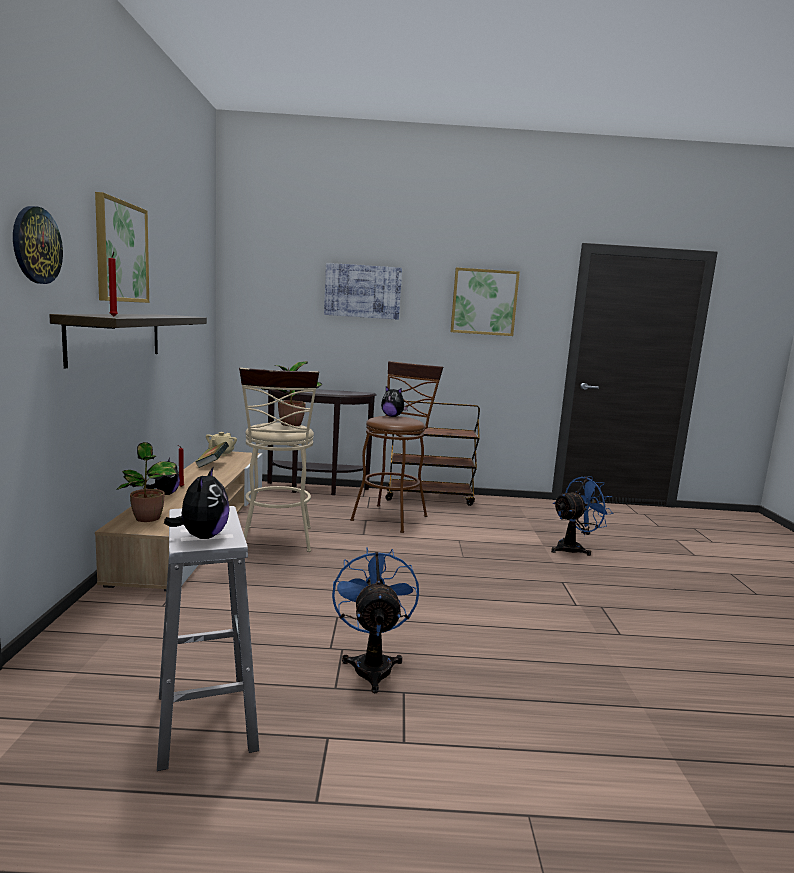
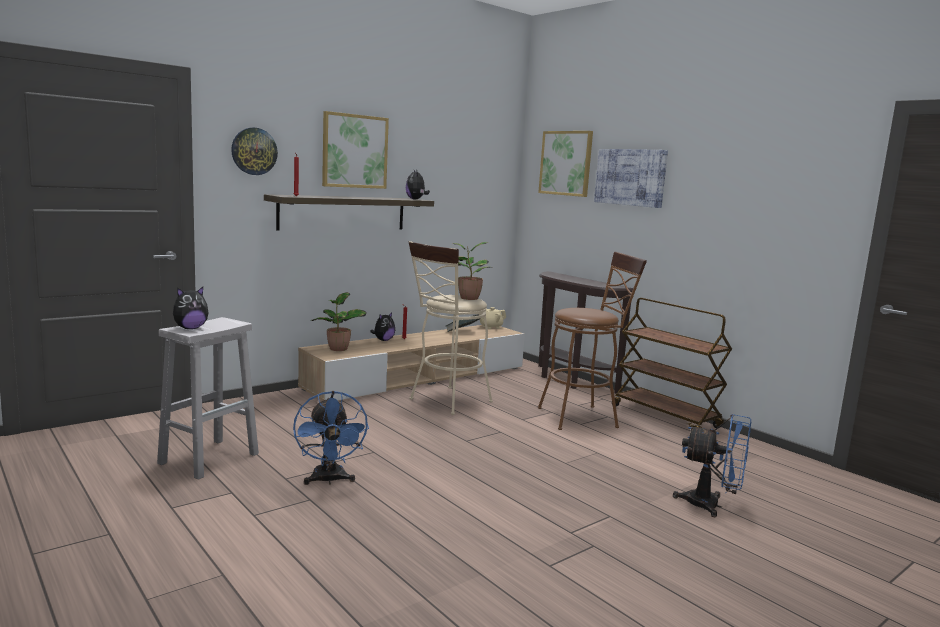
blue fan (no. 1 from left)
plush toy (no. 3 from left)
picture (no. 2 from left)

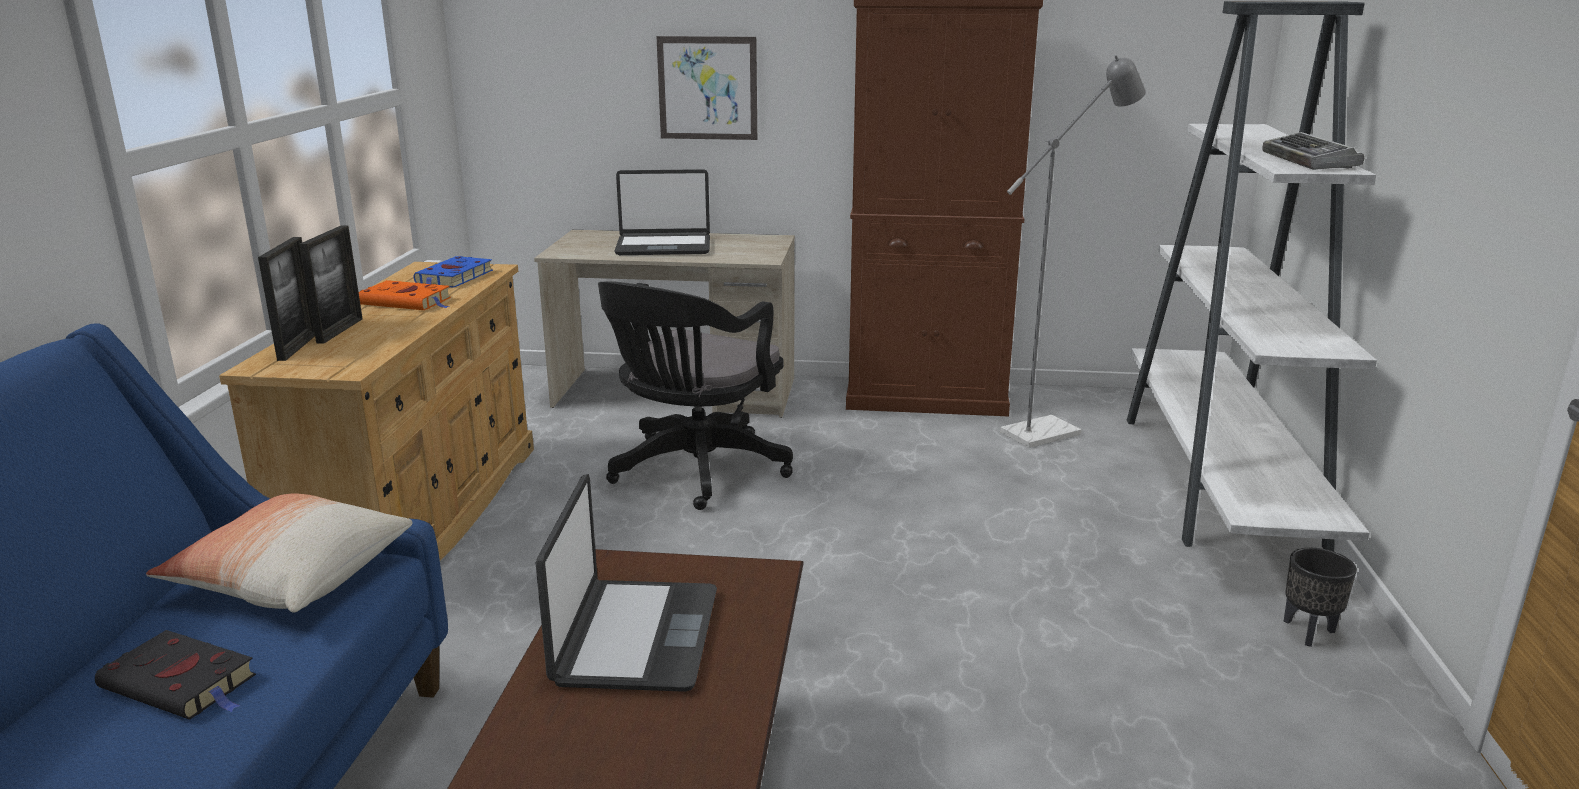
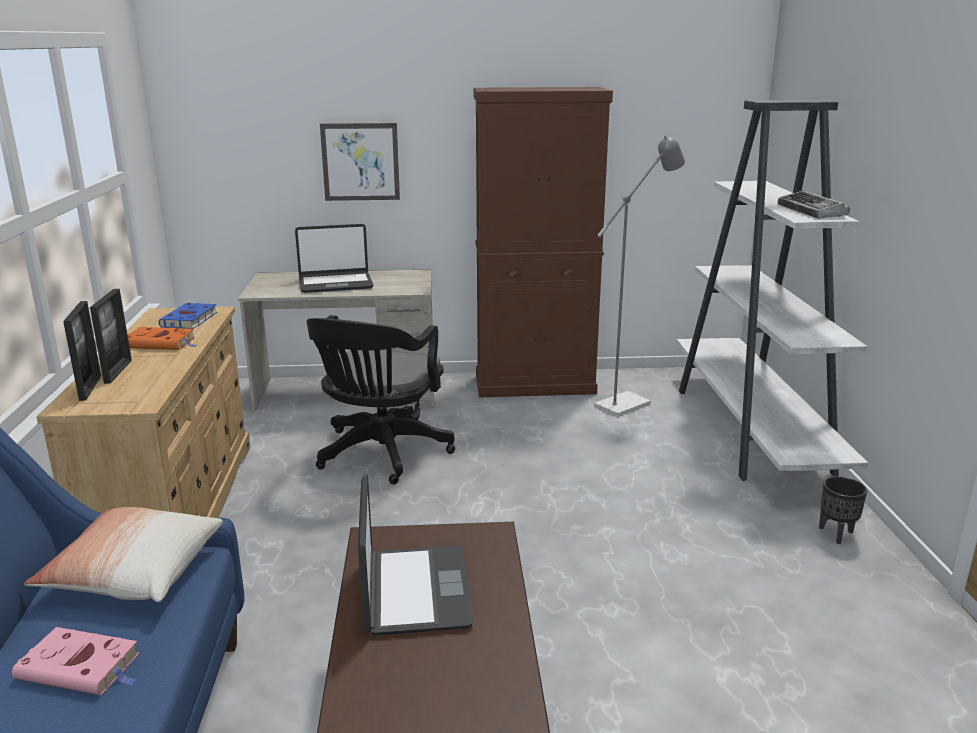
pink book

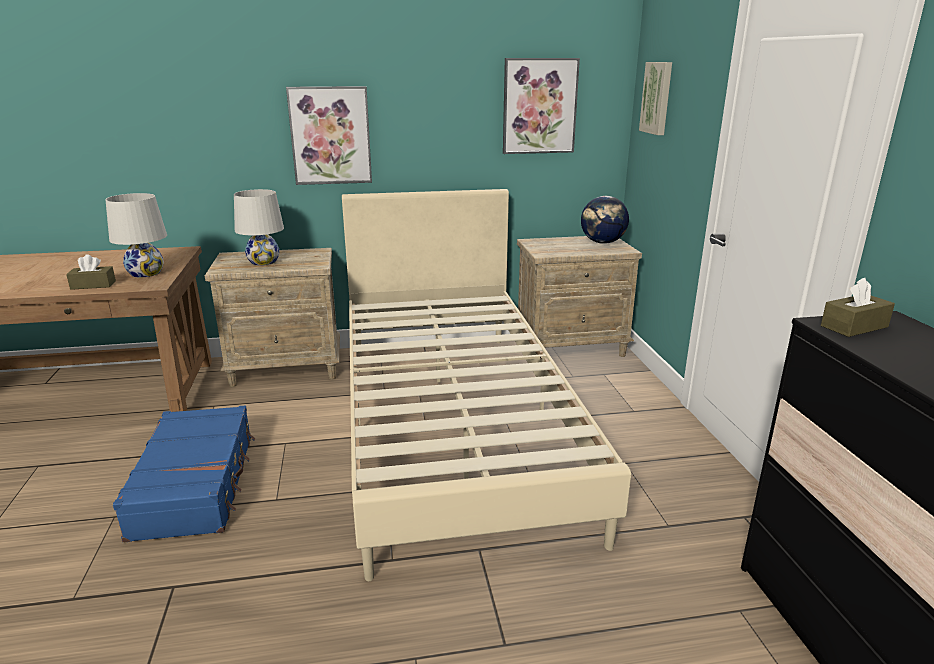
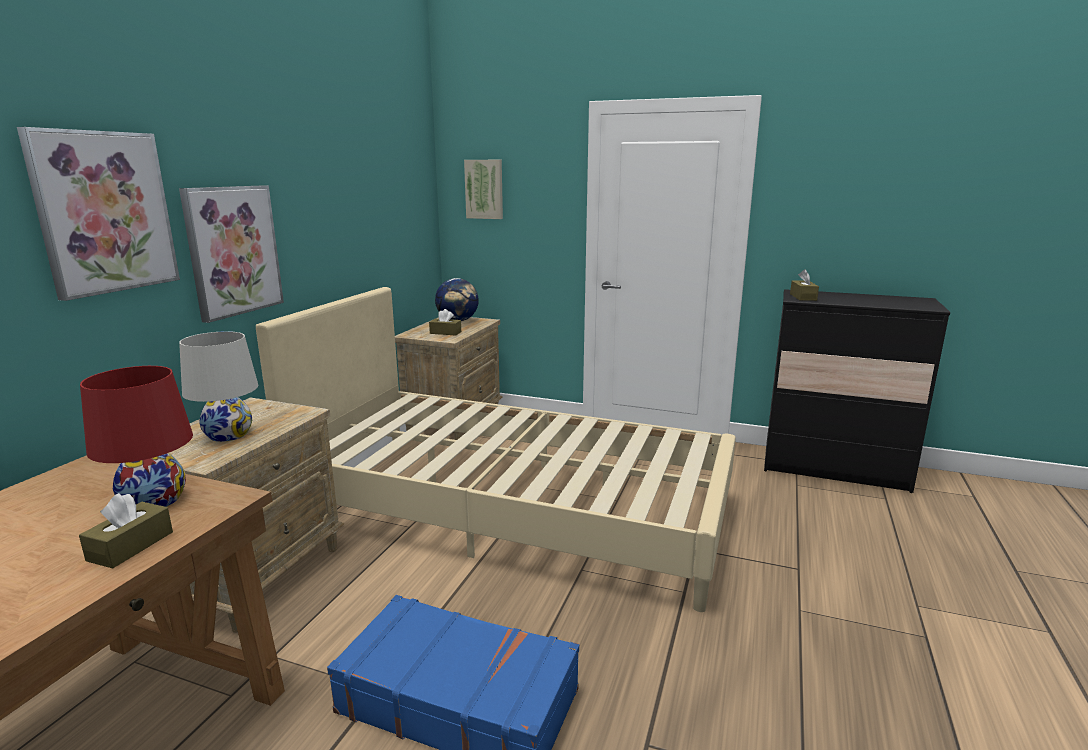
red table lamp
picture (no. 1 from left)
brown tissue box (no. 2 from left)

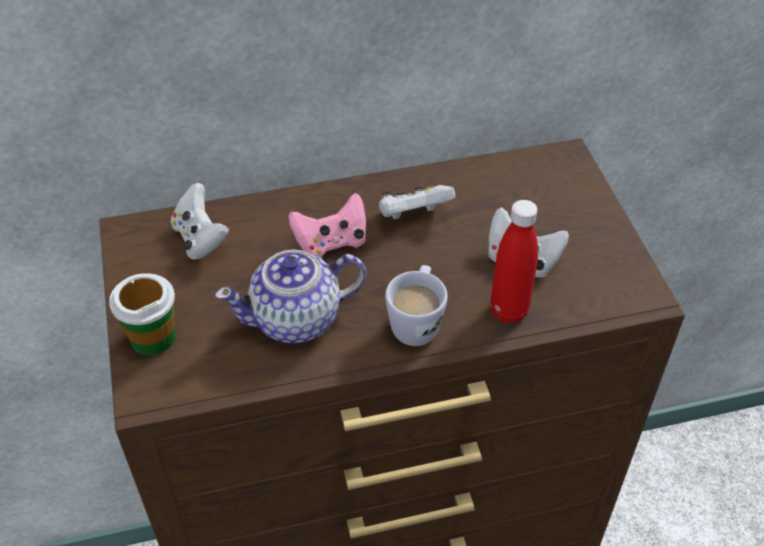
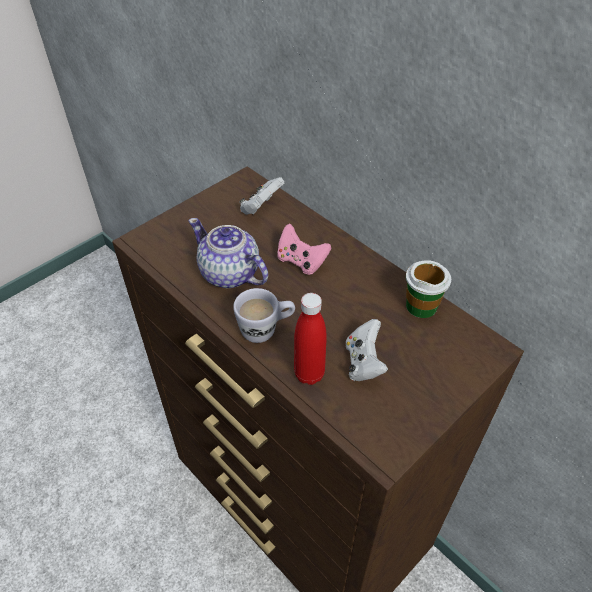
cup
white game controller (no. 2 from left in the first image)

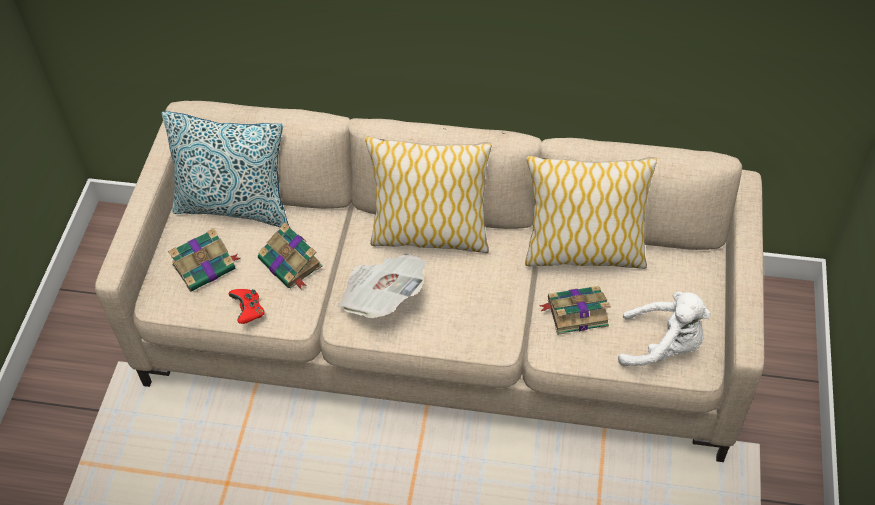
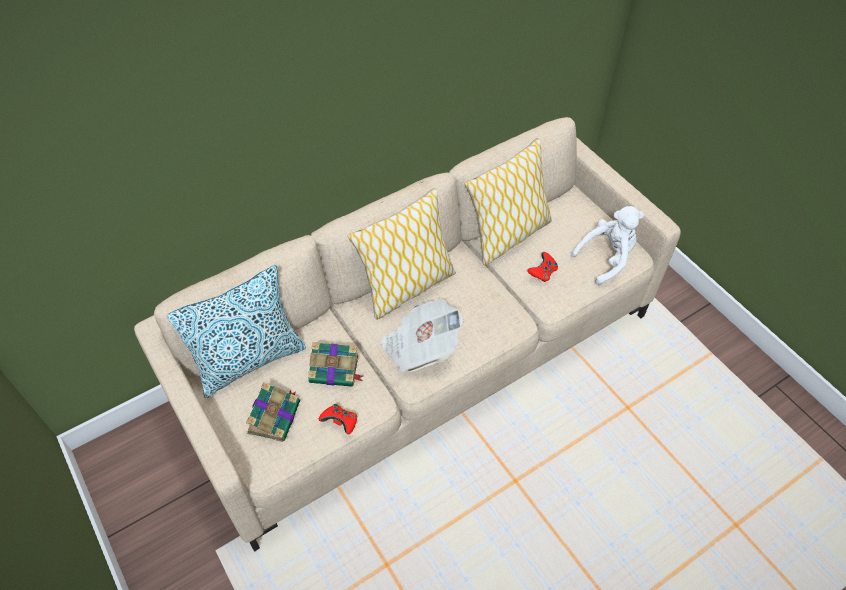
red game controller (no. 2 from left)

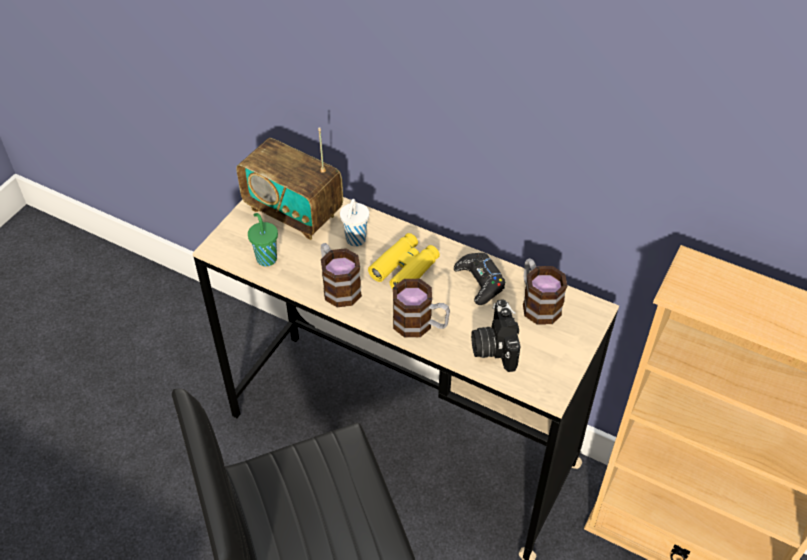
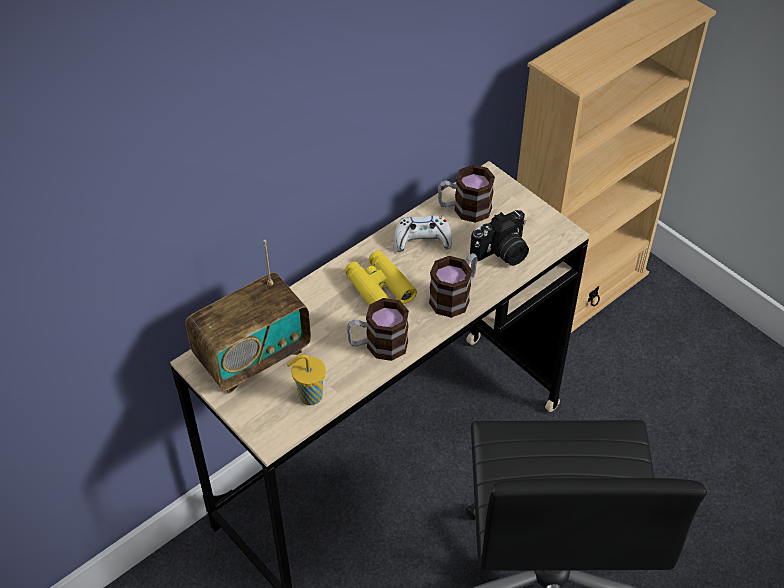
yellow cup
white cup
white game controller
photo camera

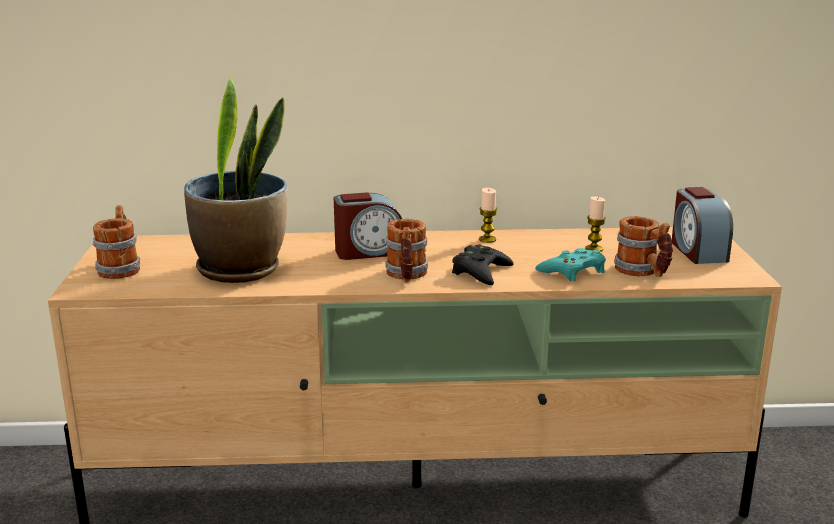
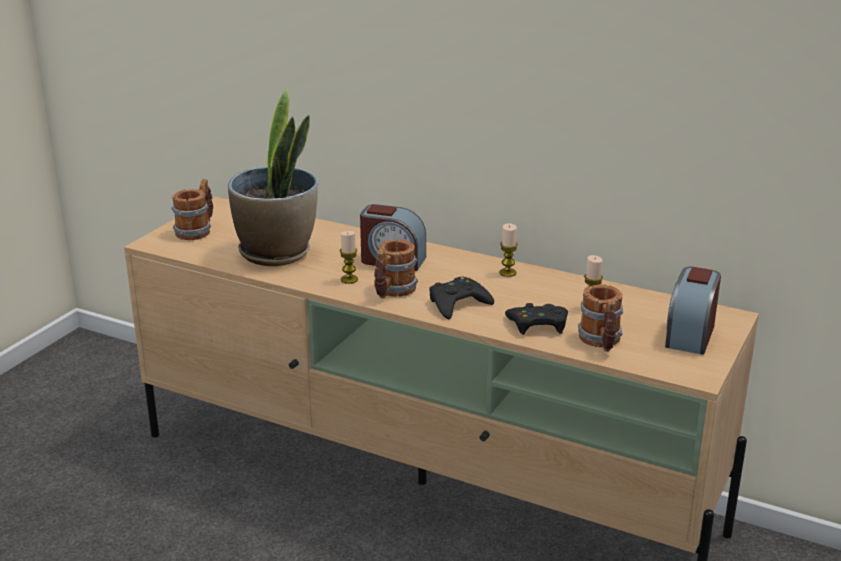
black game controller (no. 2 from left)
candle (no. 1 from left)

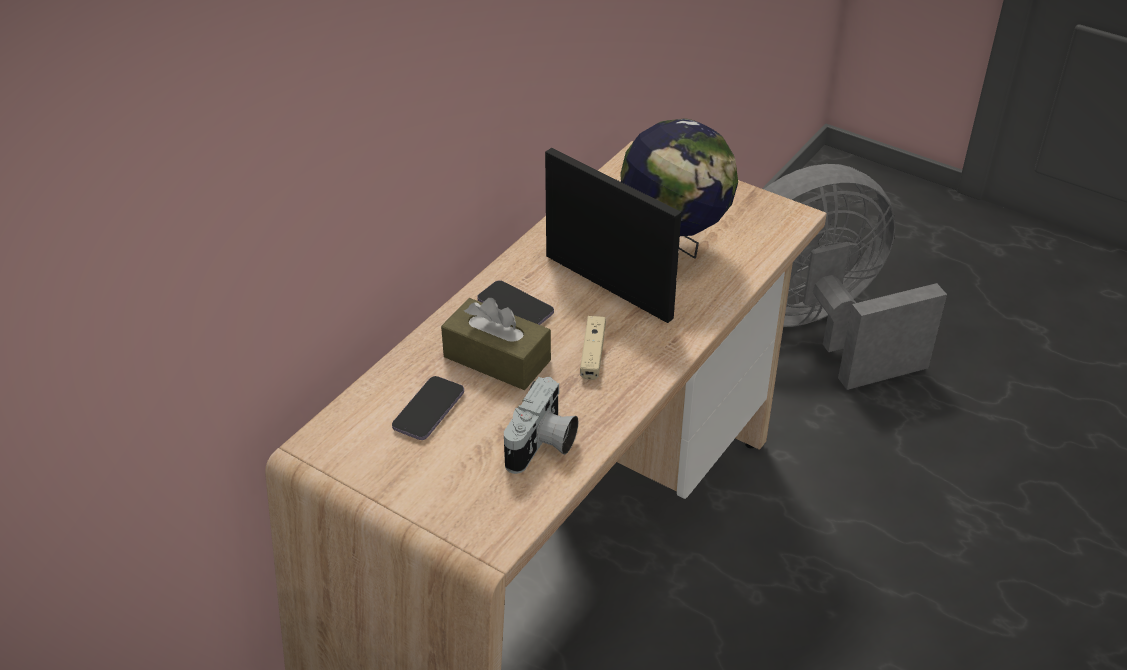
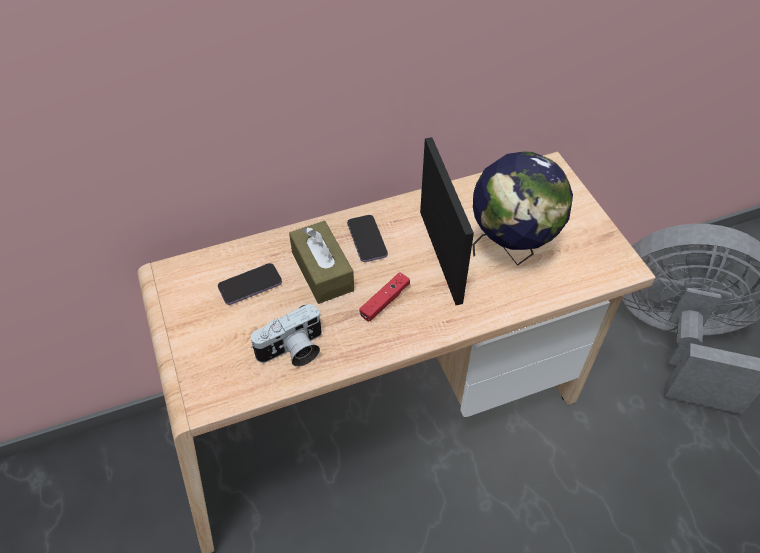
red game controller

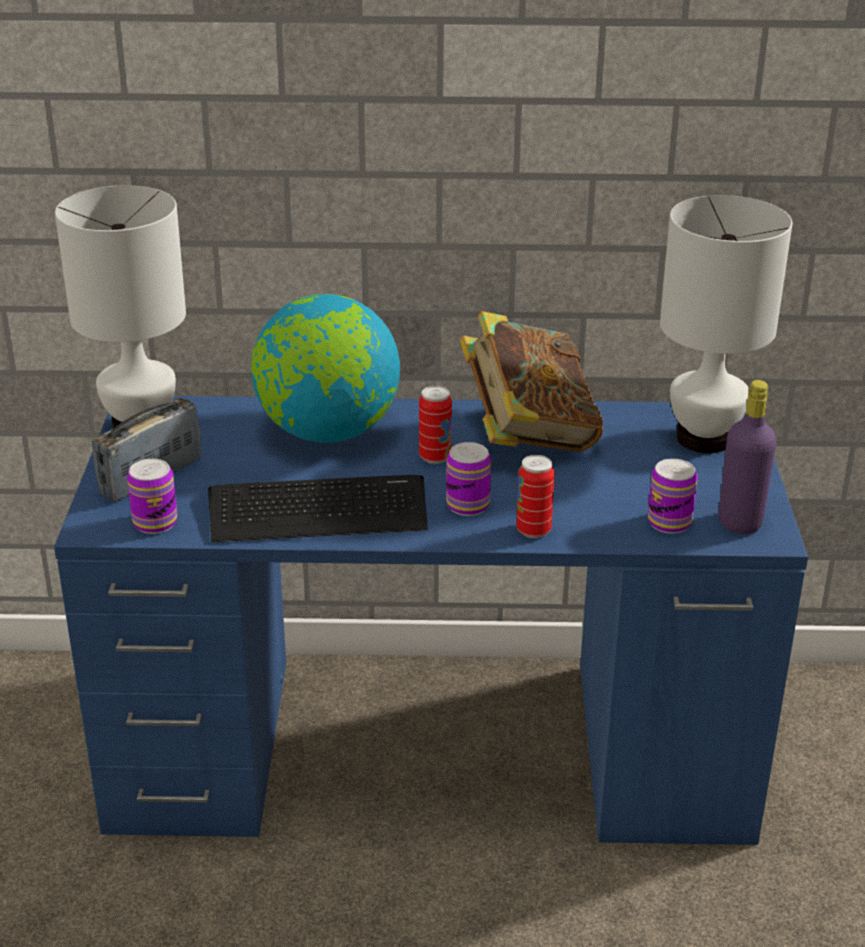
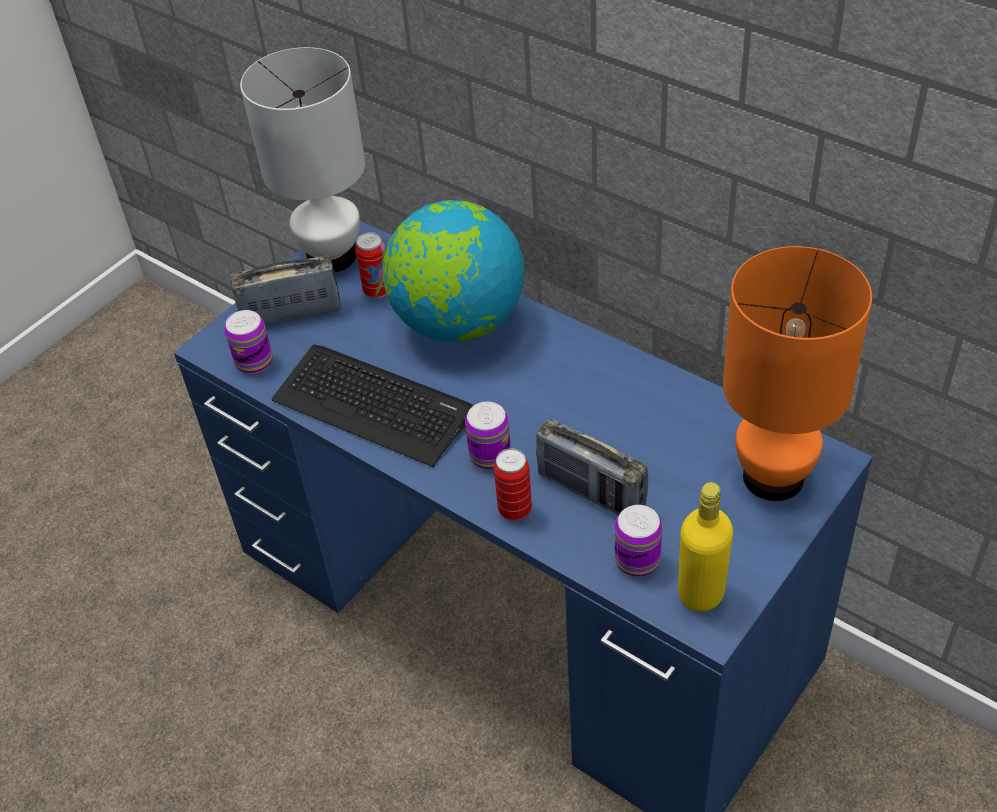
can (no. 2 from left)
book
orange table lamp
yellow bottle
radio (no. 2 from left)

